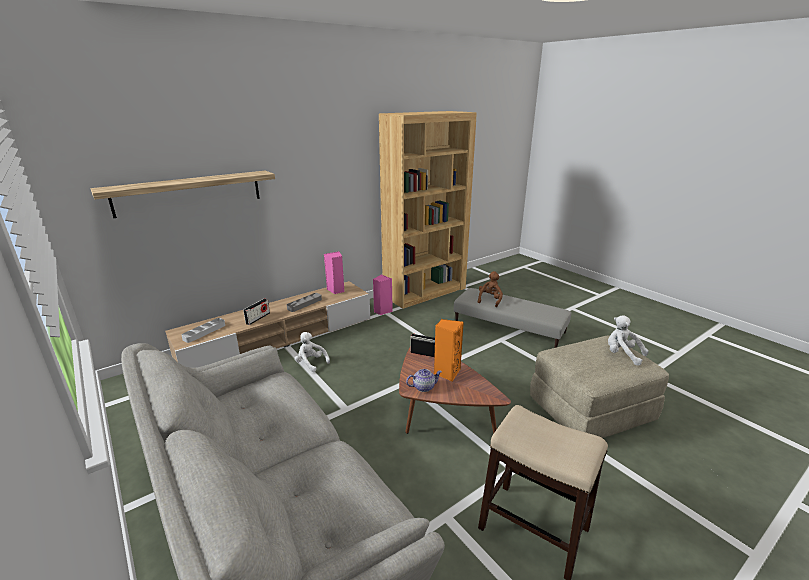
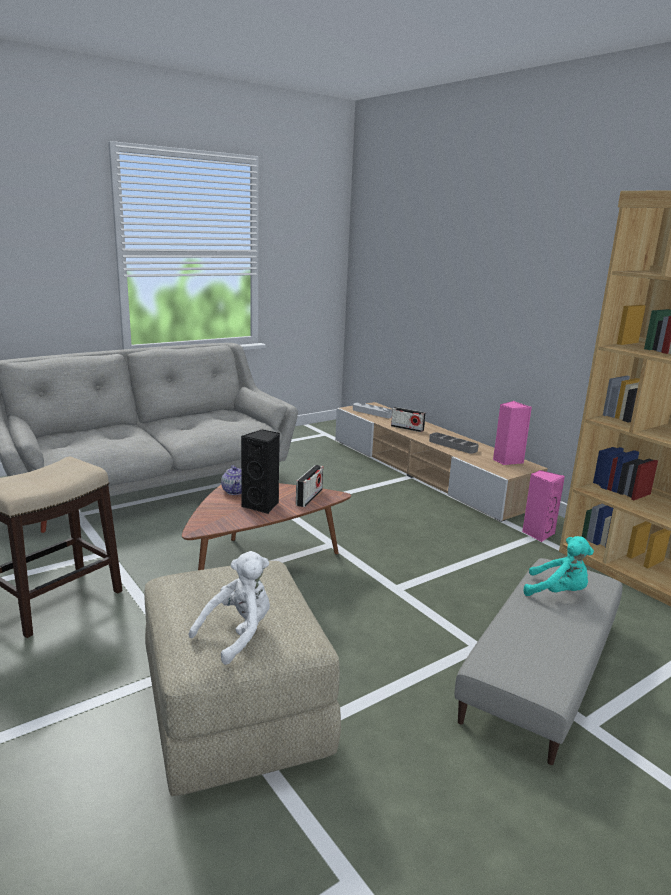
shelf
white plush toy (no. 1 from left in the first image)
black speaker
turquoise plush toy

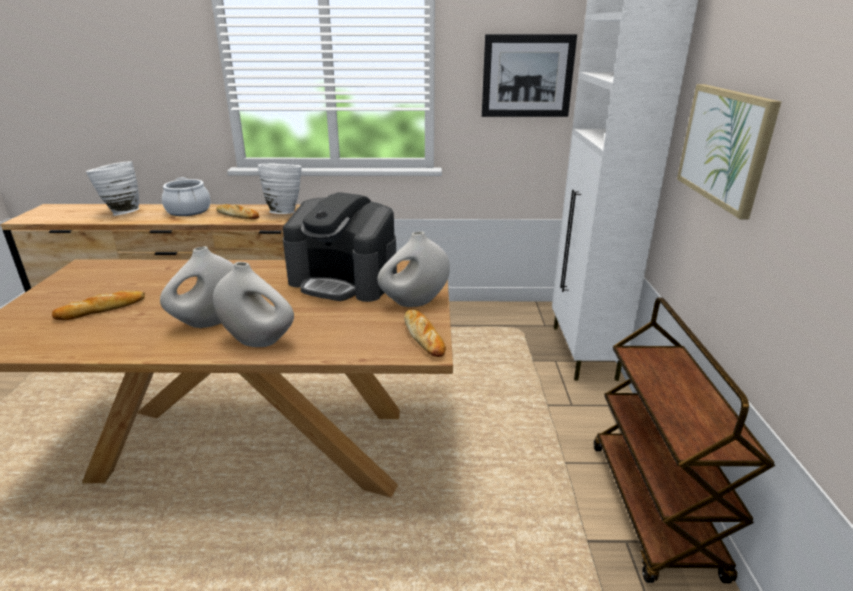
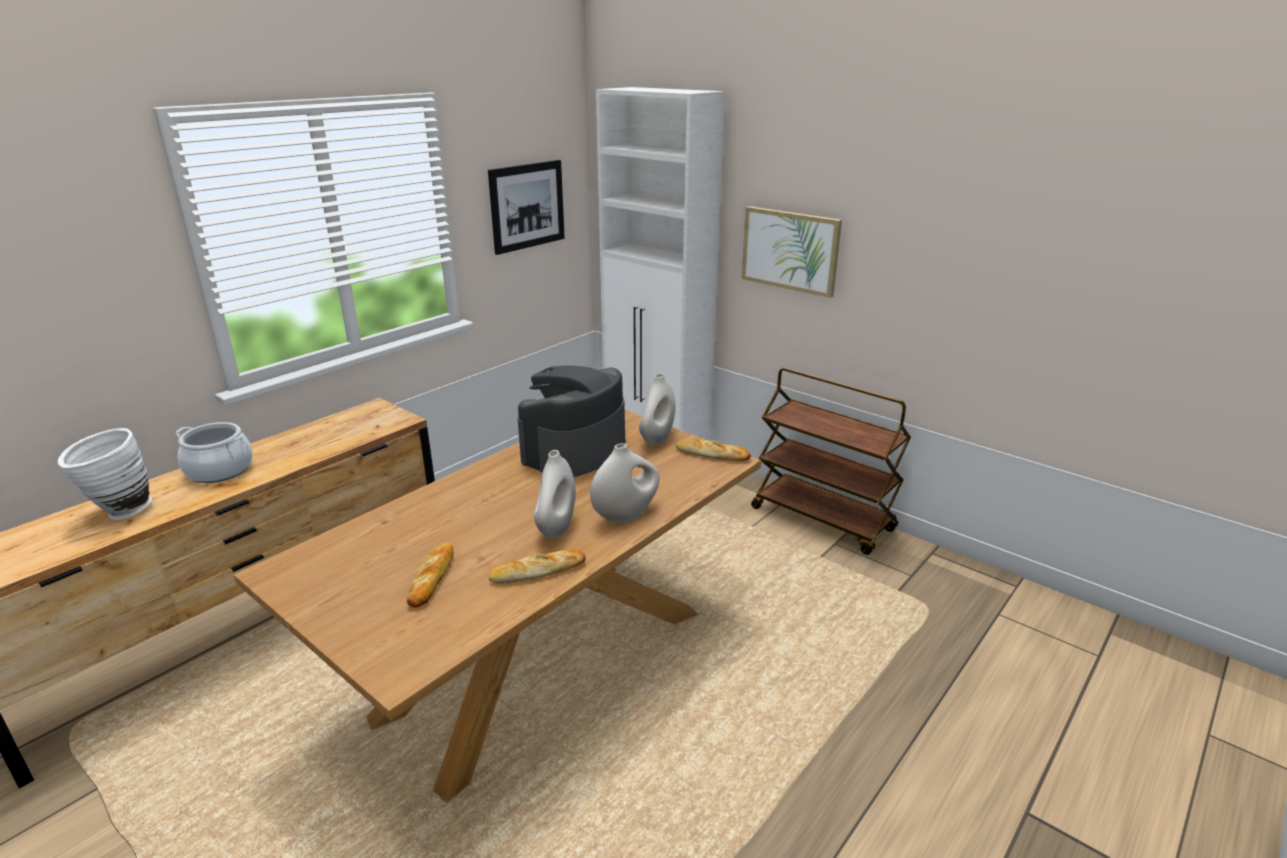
bread (no. 2 from left)
white vase (no. 4 from left in the first image)
coffee machine

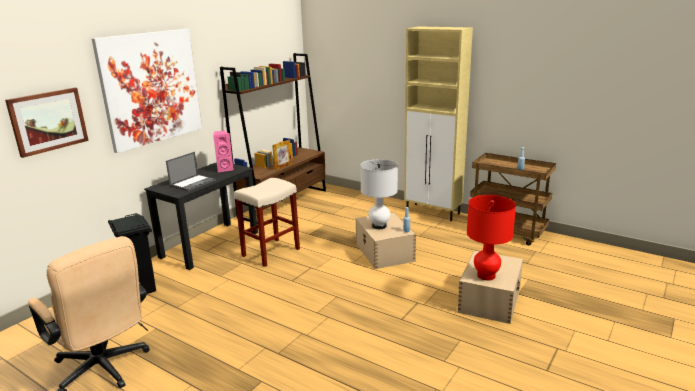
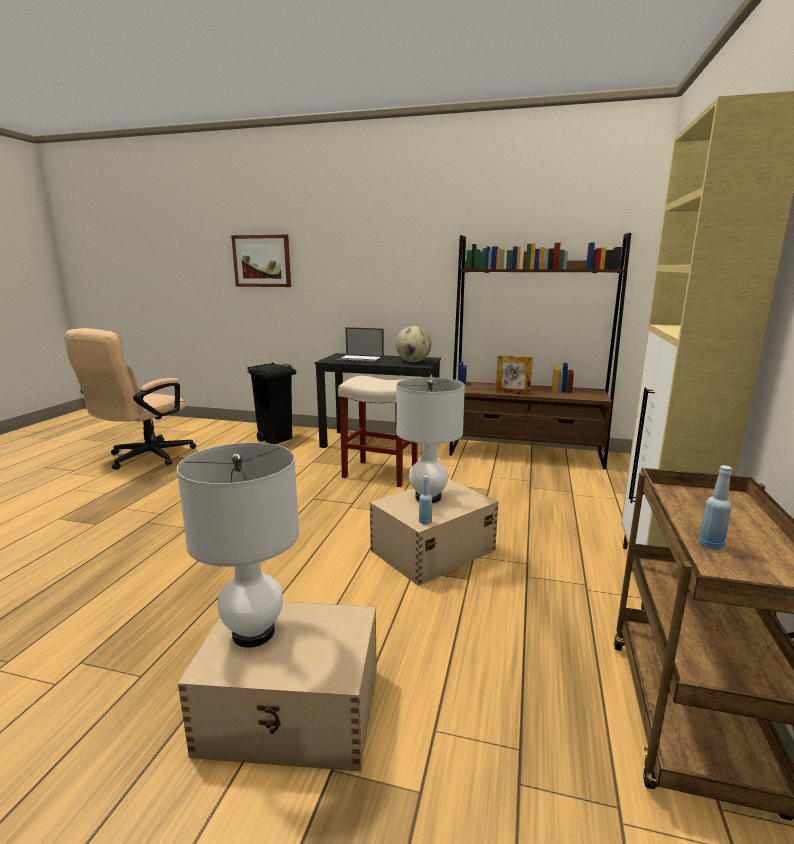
picture (no. 2 from left in the first image)
globe
white table lamp (no. 1 from left)

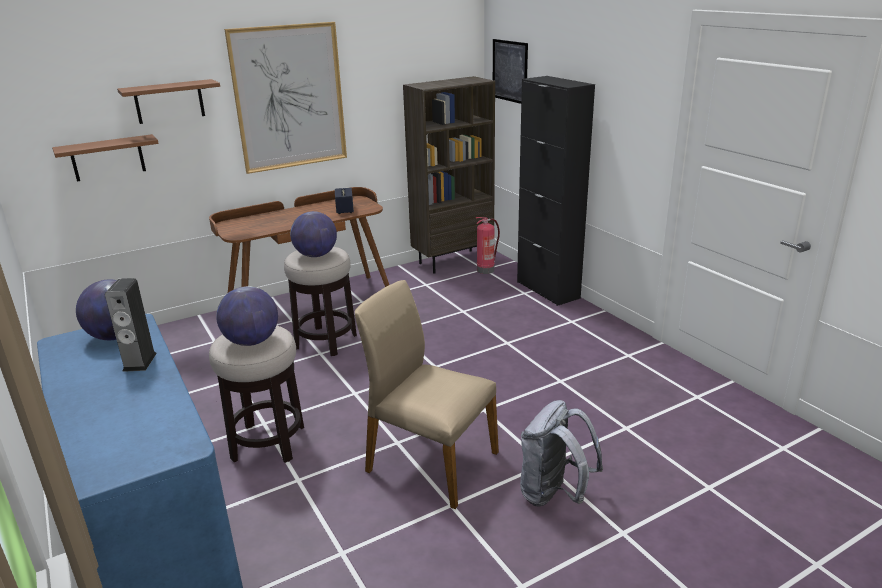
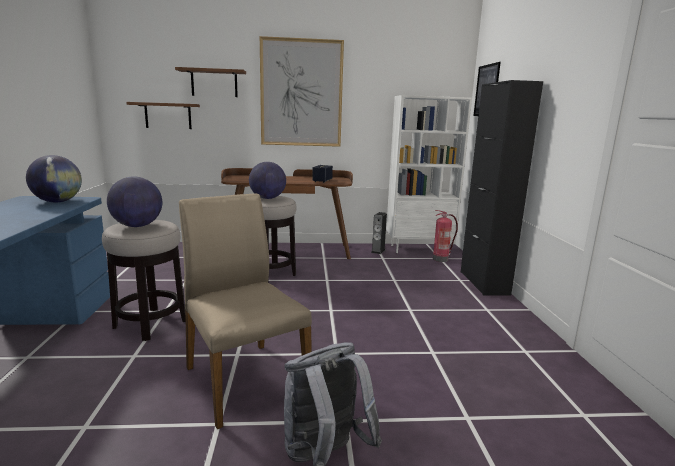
speaker (no. 2 from left)
white bookcase

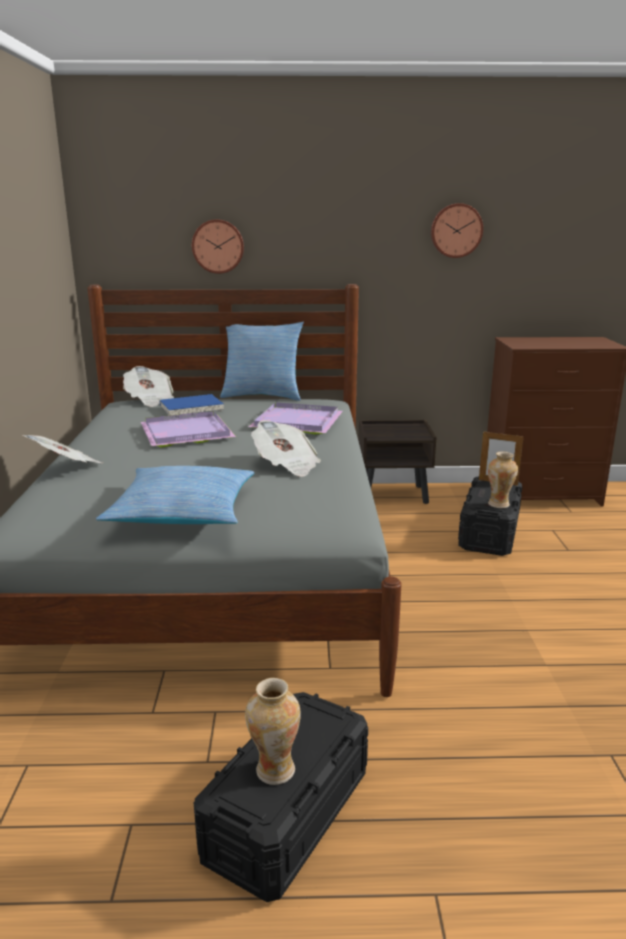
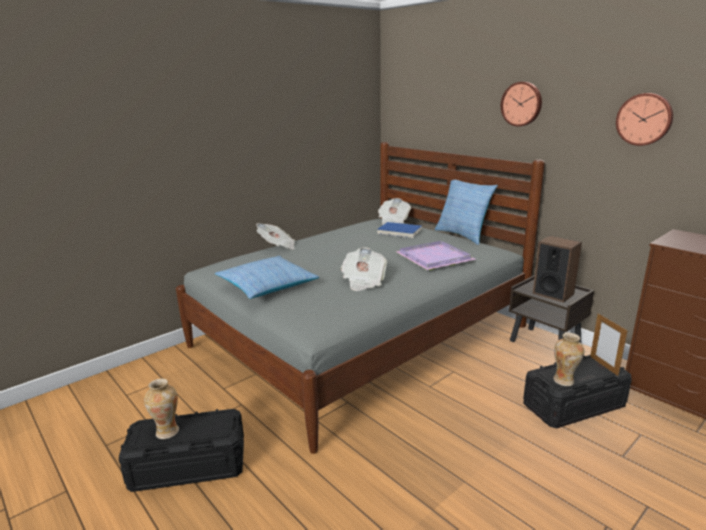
purple tray (no. 1 from left in the first image)
wall clock (no. 1 from left)
speaker

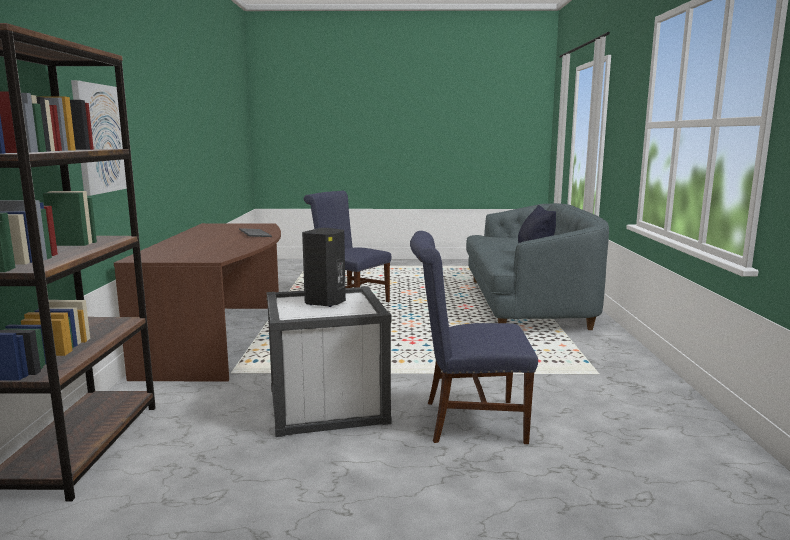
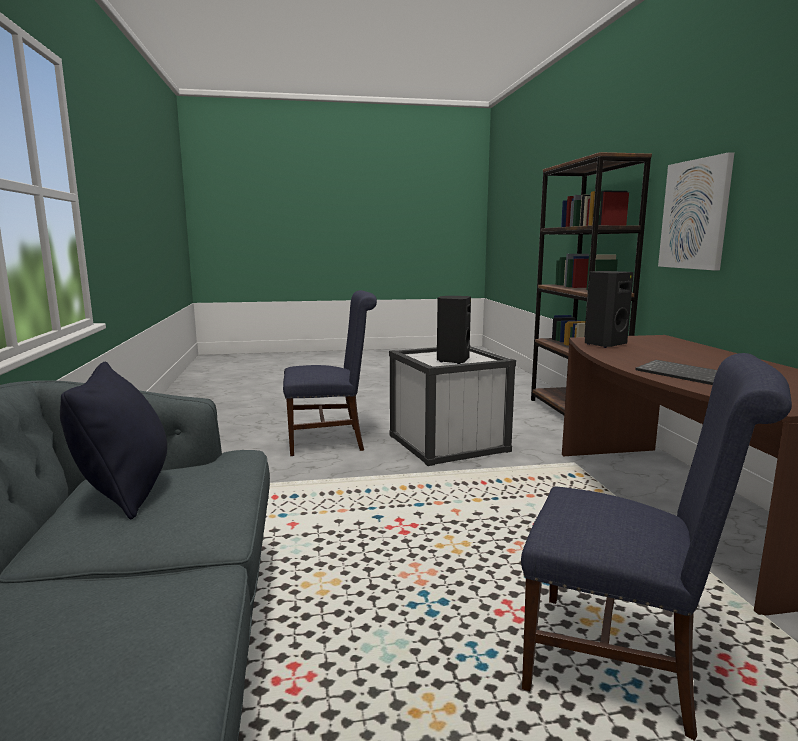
black speaker (no. 2 from left)

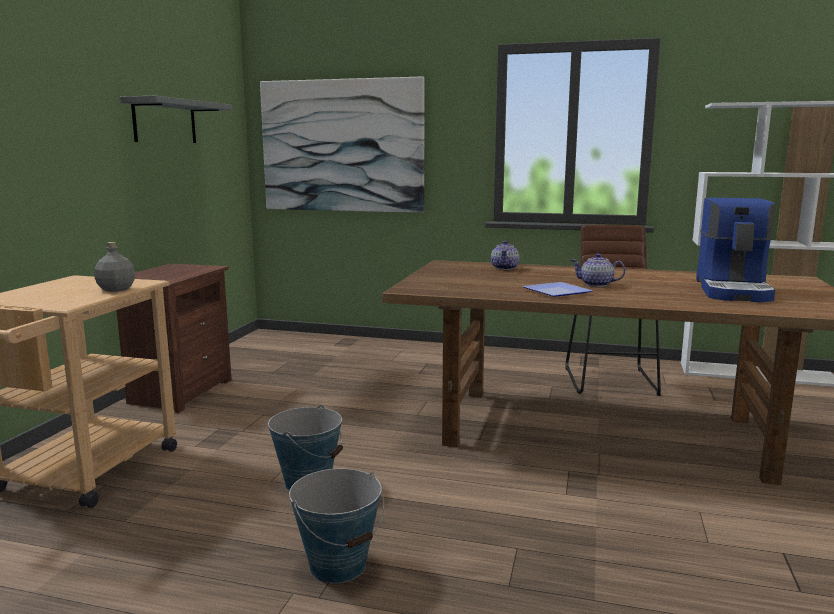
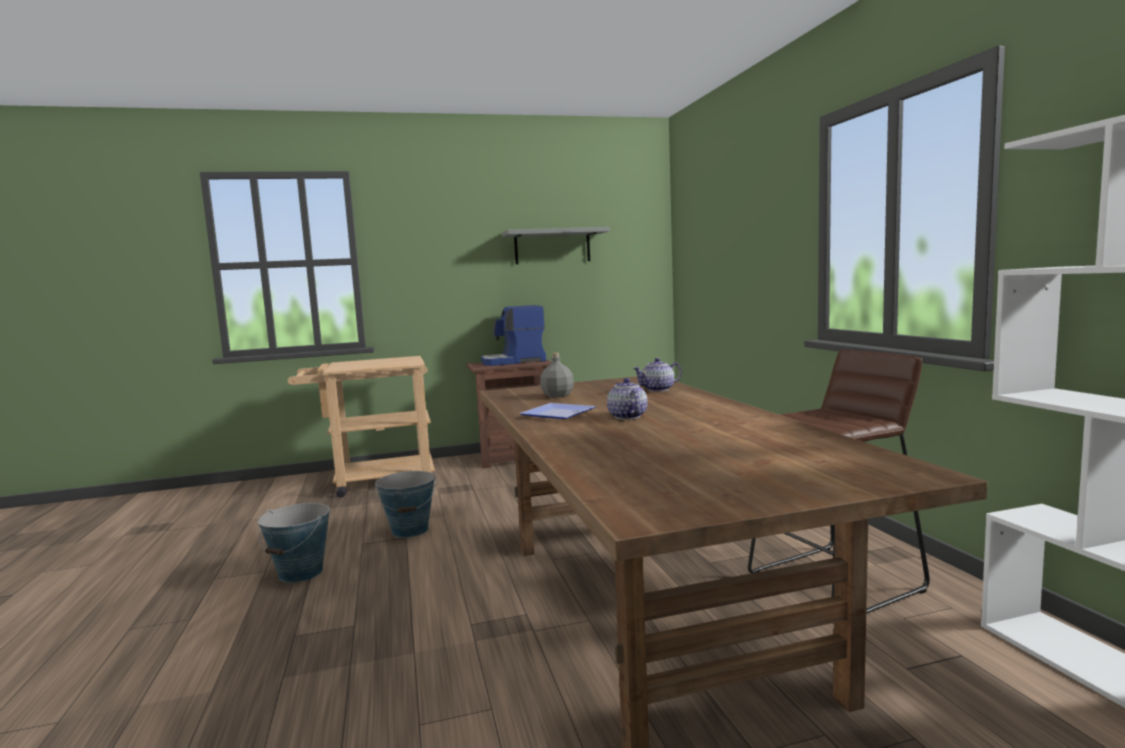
grey bottle
picture
coffee machine

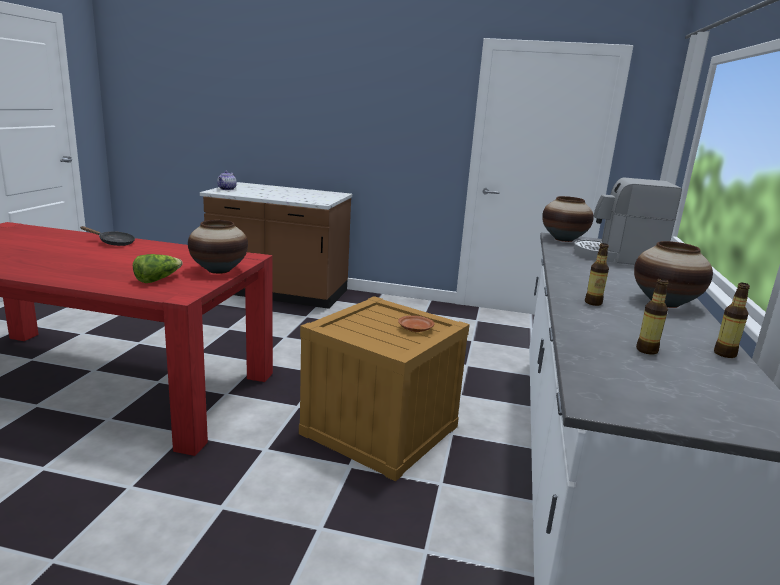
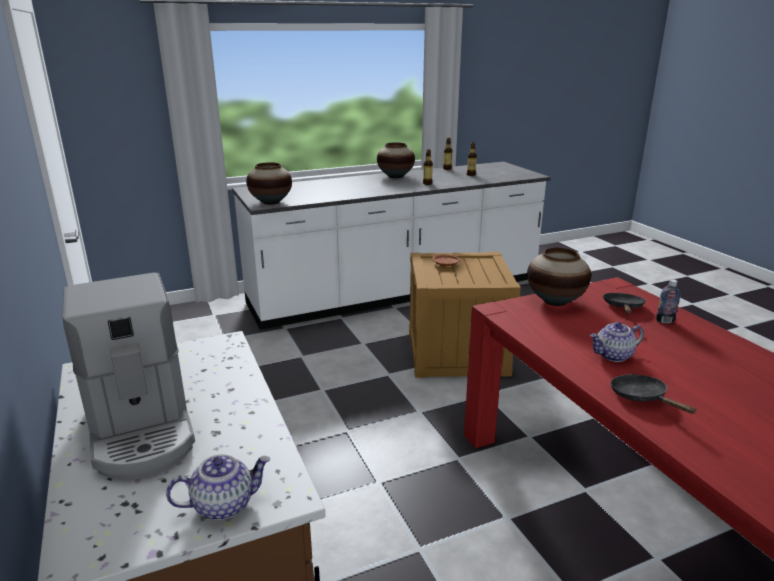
black frying pan (no. 1 from left)
coffee machine
teapot (no. 2 from left)
bottle (no. 4 from left)

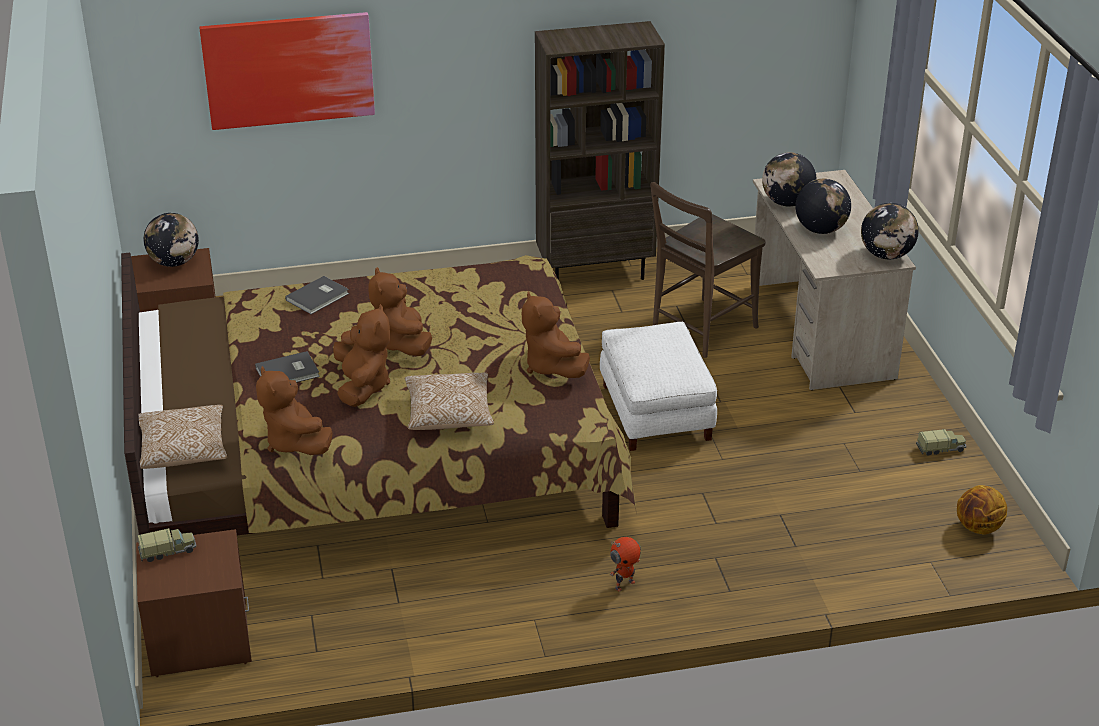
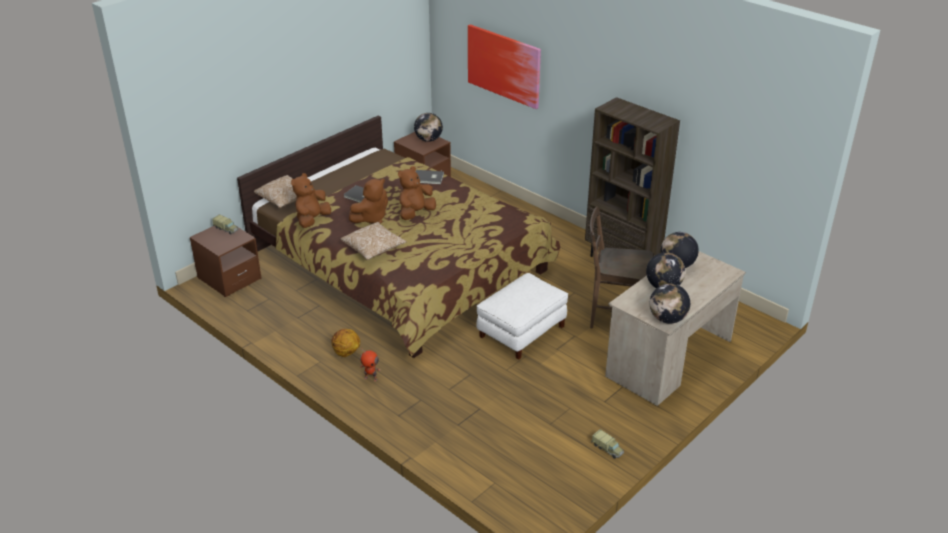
brown plush toy (no. 4 from left in the first image)
basketball

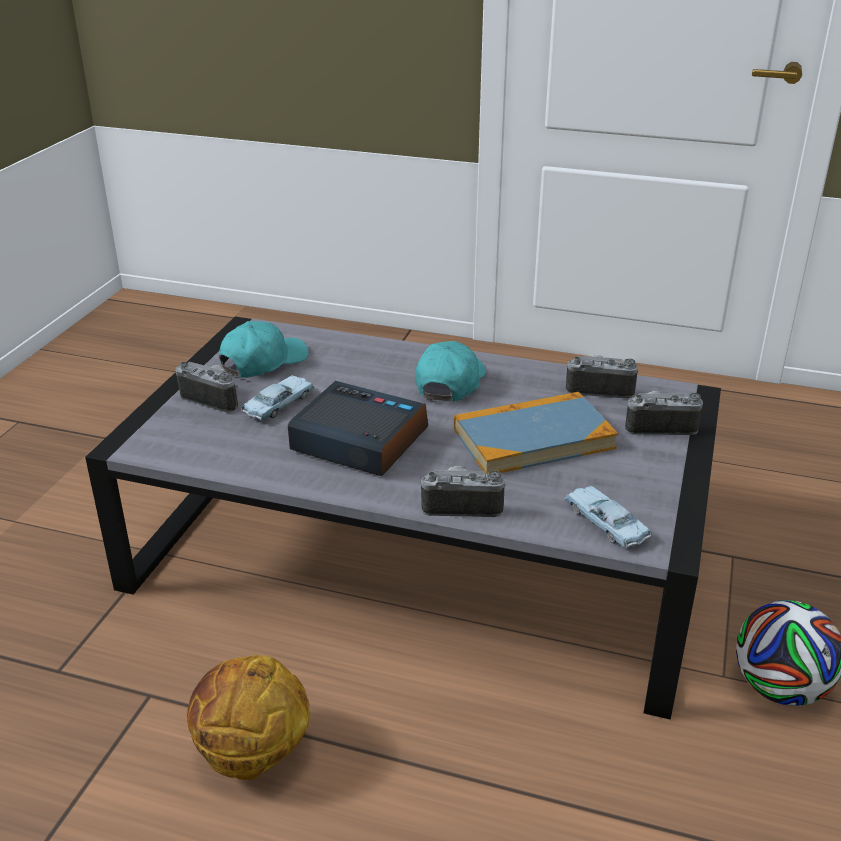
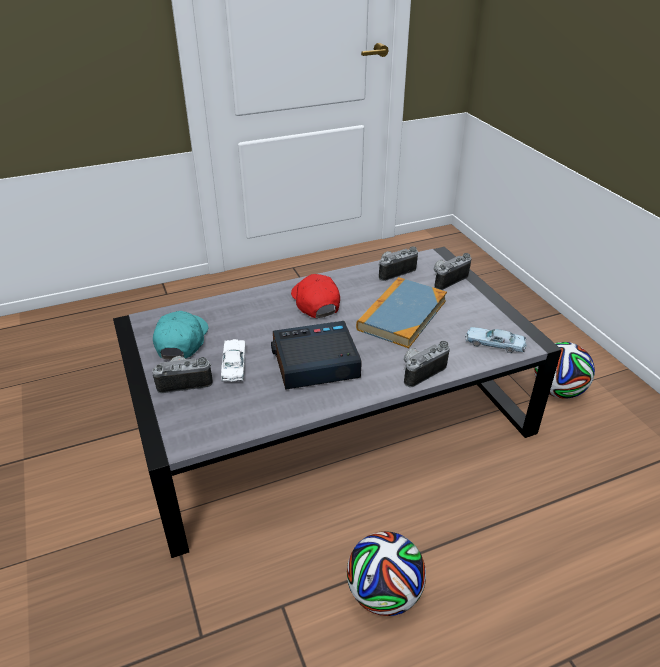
football (no. 1 from left)
white toy car
red cap

